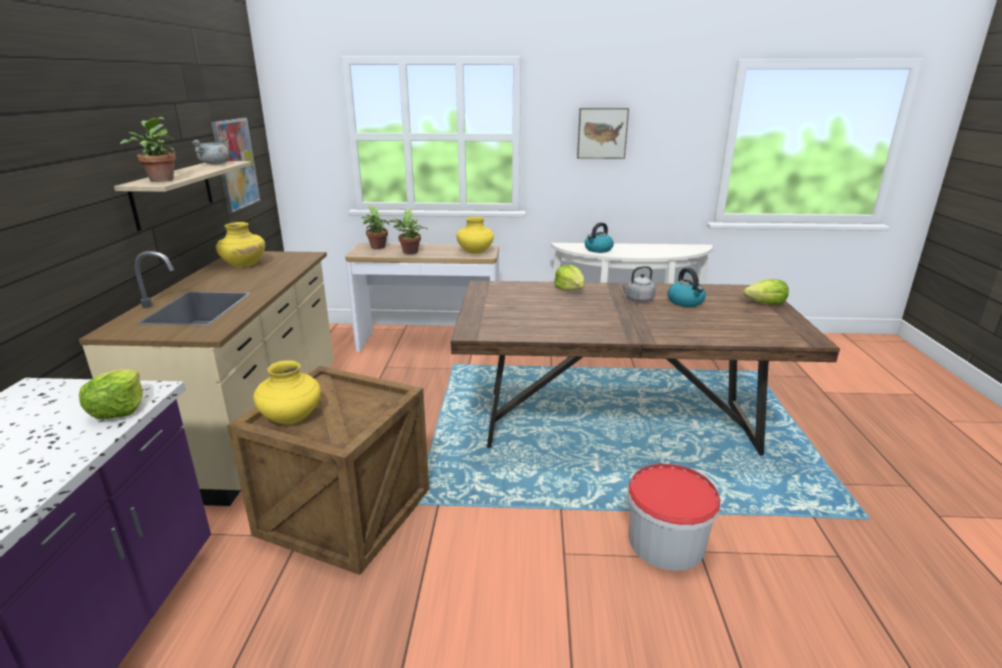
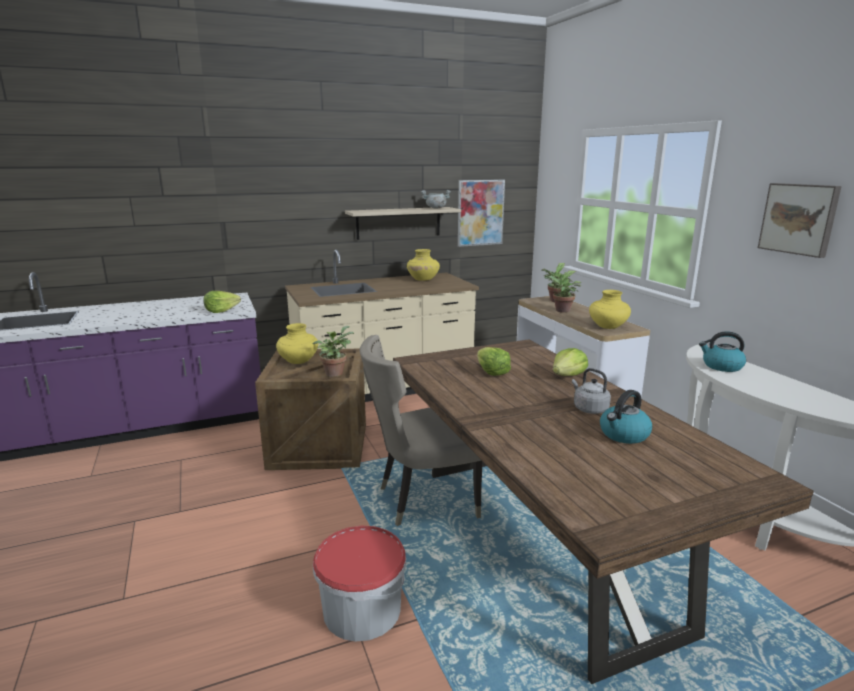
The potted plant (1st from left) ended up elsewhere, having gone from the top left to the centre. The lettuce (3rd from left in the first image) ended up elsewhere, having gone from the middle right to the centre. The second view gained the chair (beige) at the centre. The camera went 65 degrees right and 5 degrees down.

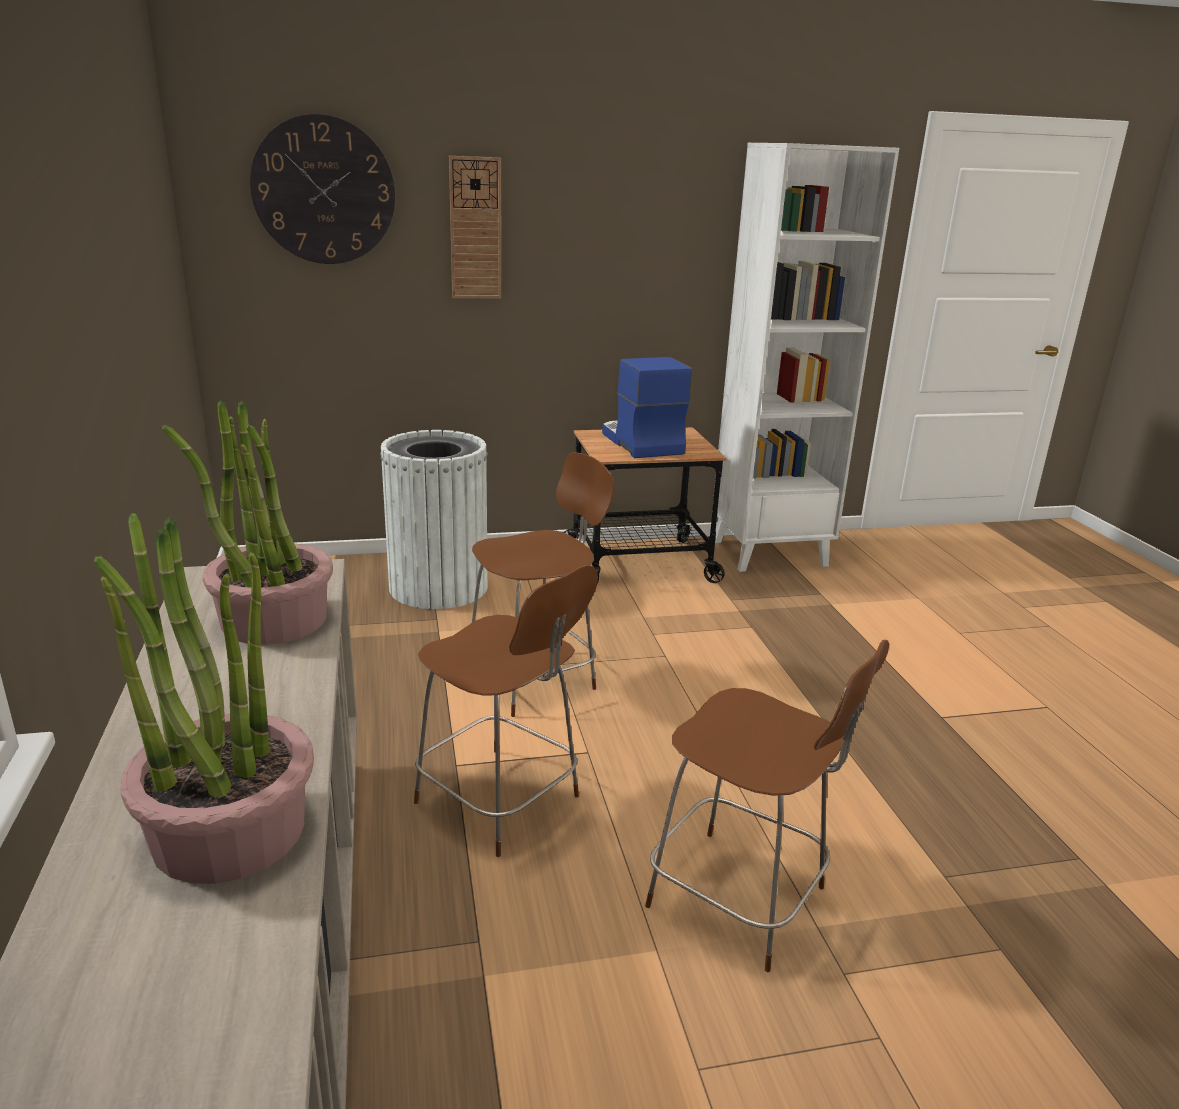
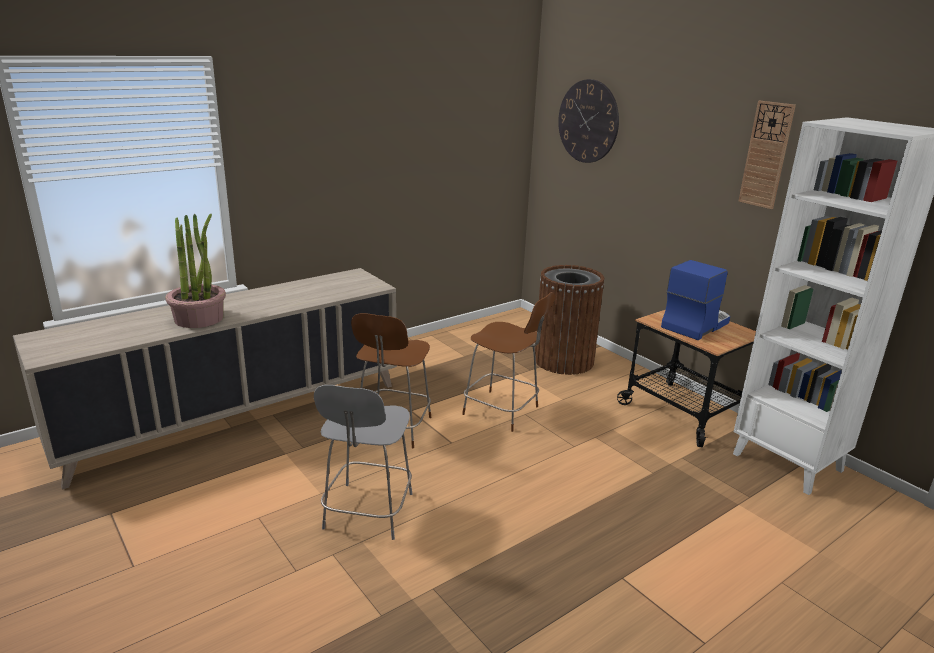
The wall clock (2nd from left) ended up elsewhere, having gone from the top centre to the top right. The second view lost the potted plant (2nd from left) at the middle left. What was the trash can (white) at the centre turned into the trash can (brown) at the centre. What was the stool (brown) (3rd from left) at the bottom centre turned into the stool (grey) at the bottom centre. The camera went 65 degrees right and 0 degrees up.

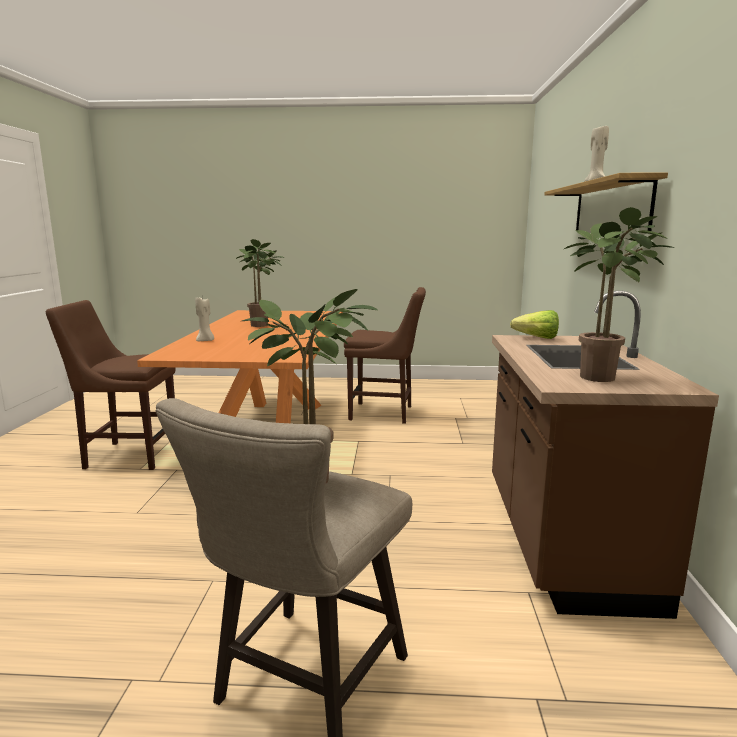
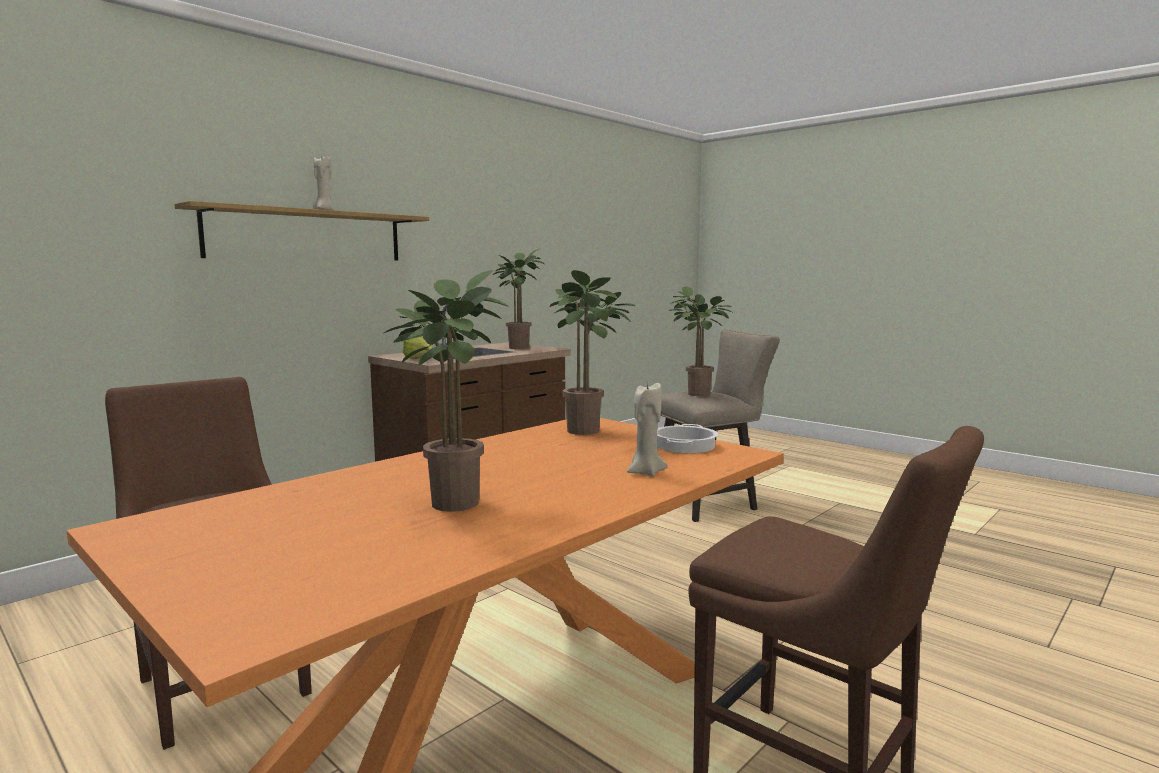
The second view gained the potted plant (3rd from left) at the centre. The second view gained the cooking pot at the centre. The camera went 140 degrees left and 5 degrees down.

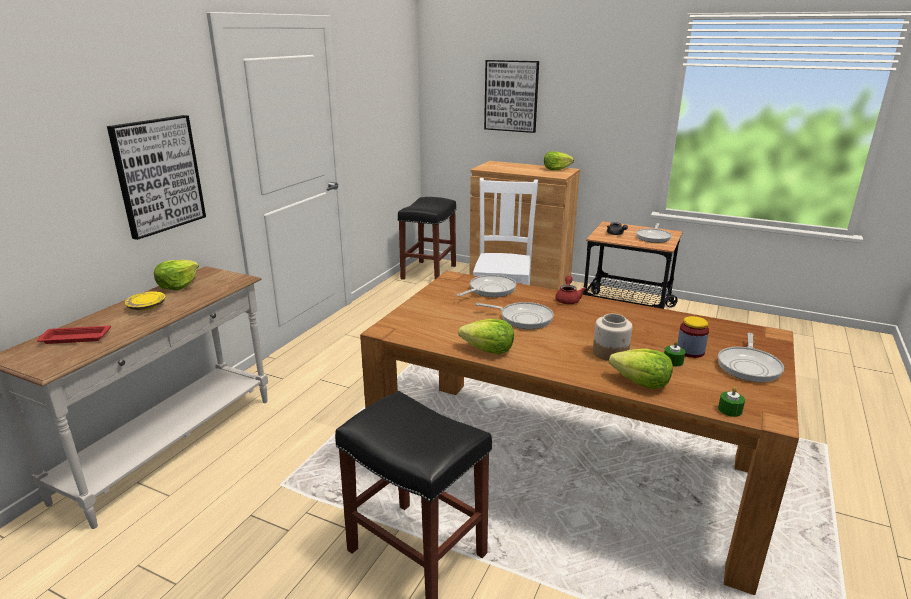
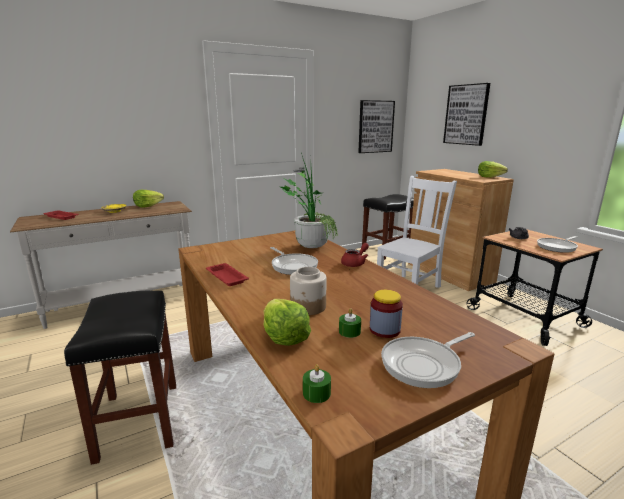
The picture (1st from left) ended up elsewhere, having gone from the top left to the top centre. Where the frying pan (1st from left) stood at the centre, the potted plant came to stand at the centre. Where the lettuce (2nd from left) stood at the centre, the tray (red) (2nd from left) came to stand at the centre. The camera went 35 degrees right and 5 degrees down.

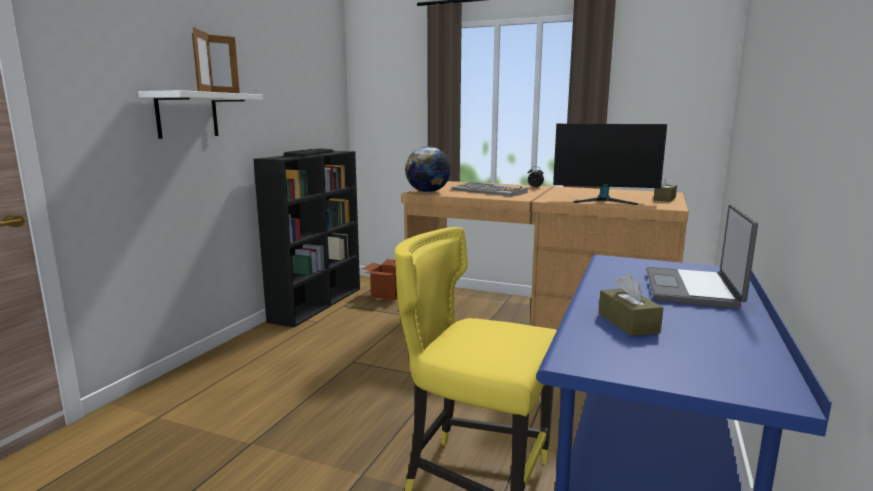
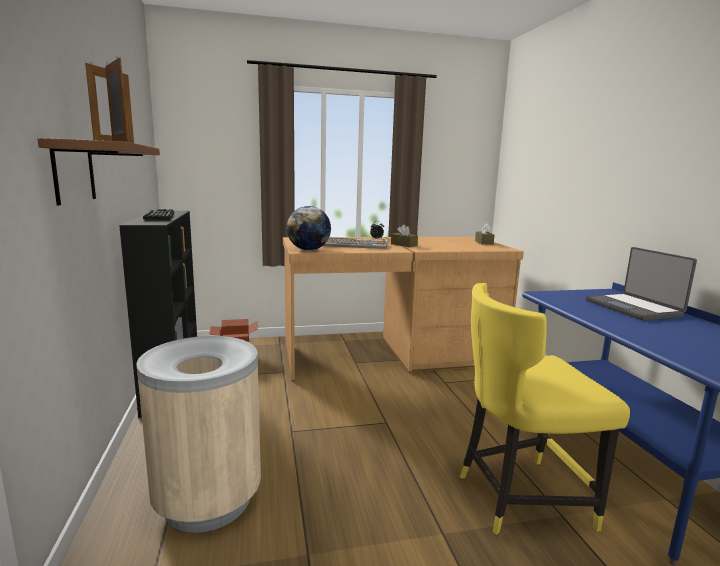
What was the shelf (white) at the top left turned into the shelf (brown) at the top left. The second view lost the monitor at the middle right. The tissue box (brown) (1st from left) ended up elsewhere, having gone from the middle right to the centre. The second view gained the trash can (beige) at the bottom left. The camera went 35 degrees left and 0 degrees up.

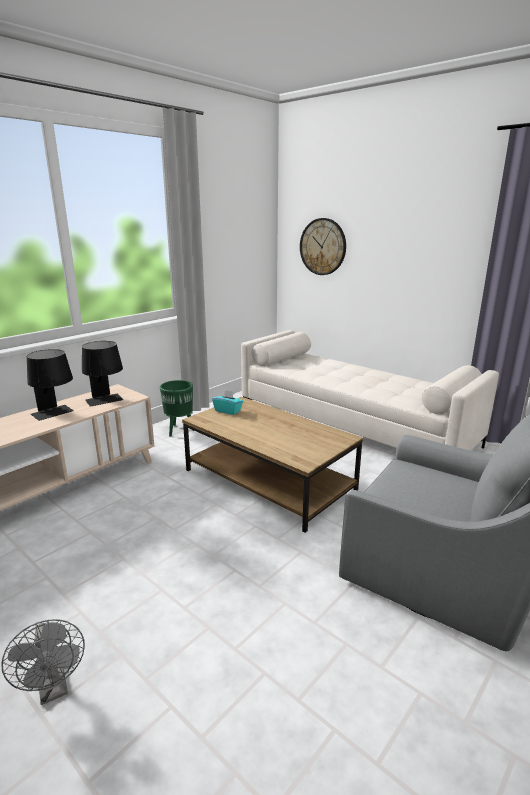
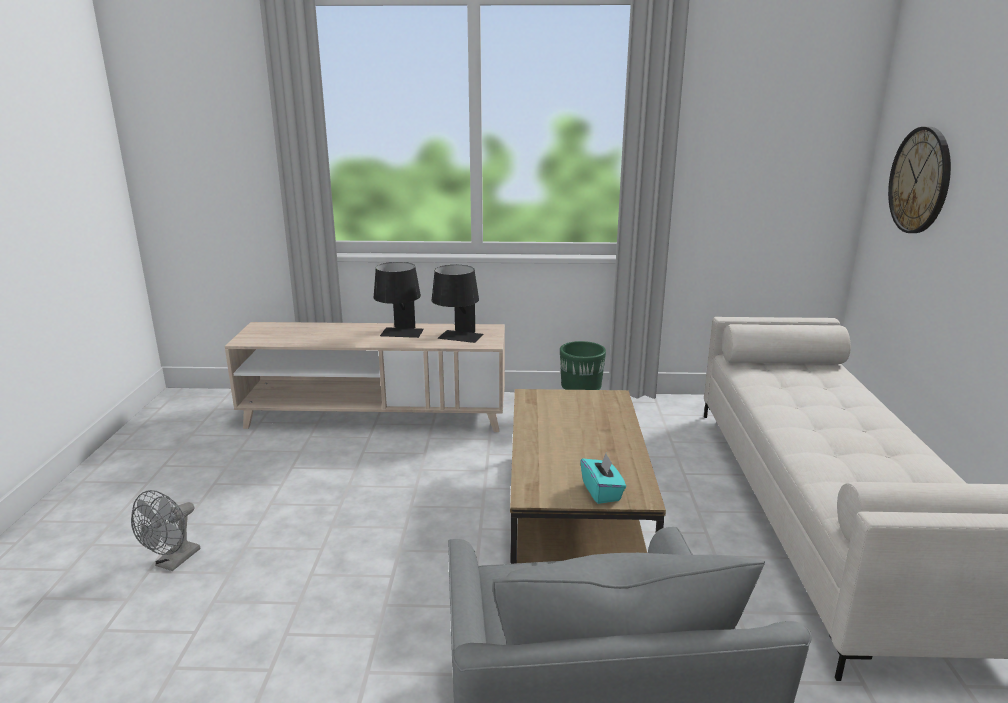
The tissue box (turquoise) ended up elsewhere, having gone from the centre to the bottom centre. The camera went 50 degrees right and 0 degrees up.

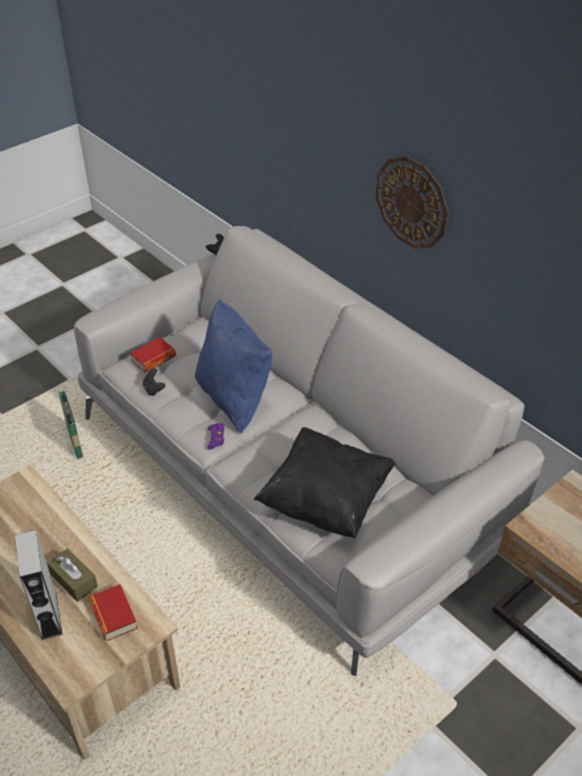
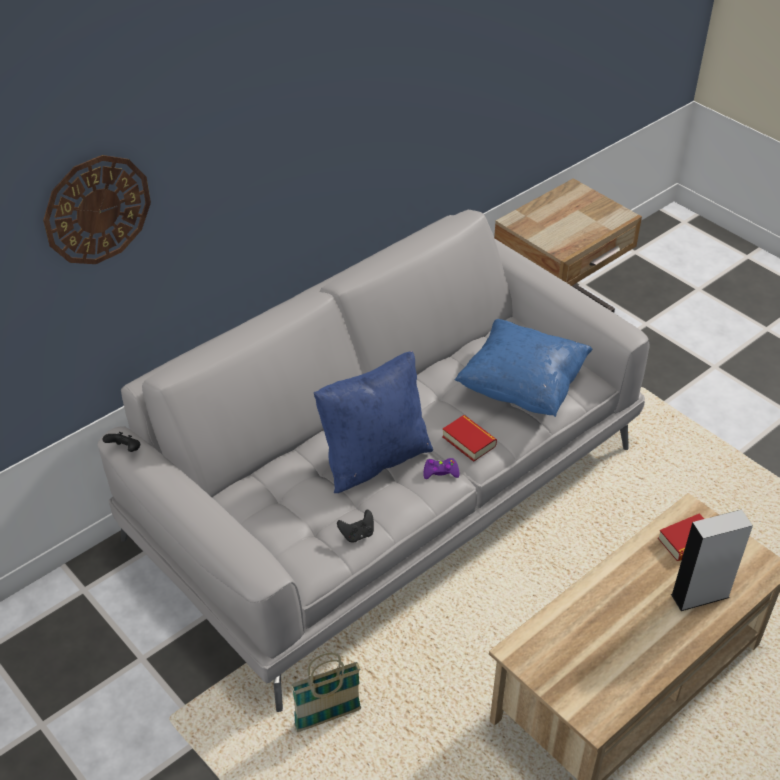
The wall clock ended up elsewhere, having gone from the top right to the top left. The book (2nd from left in the first image) ended up elsewhere, having gone from the middle left to the centre. What was the pillow (black) at the centre turned into the pillow (blue) (2nd from left) at the middle right. The second view lost the tissue box (brown) at the bottom left. The camera went 90 degrees left and 0 degrees up.

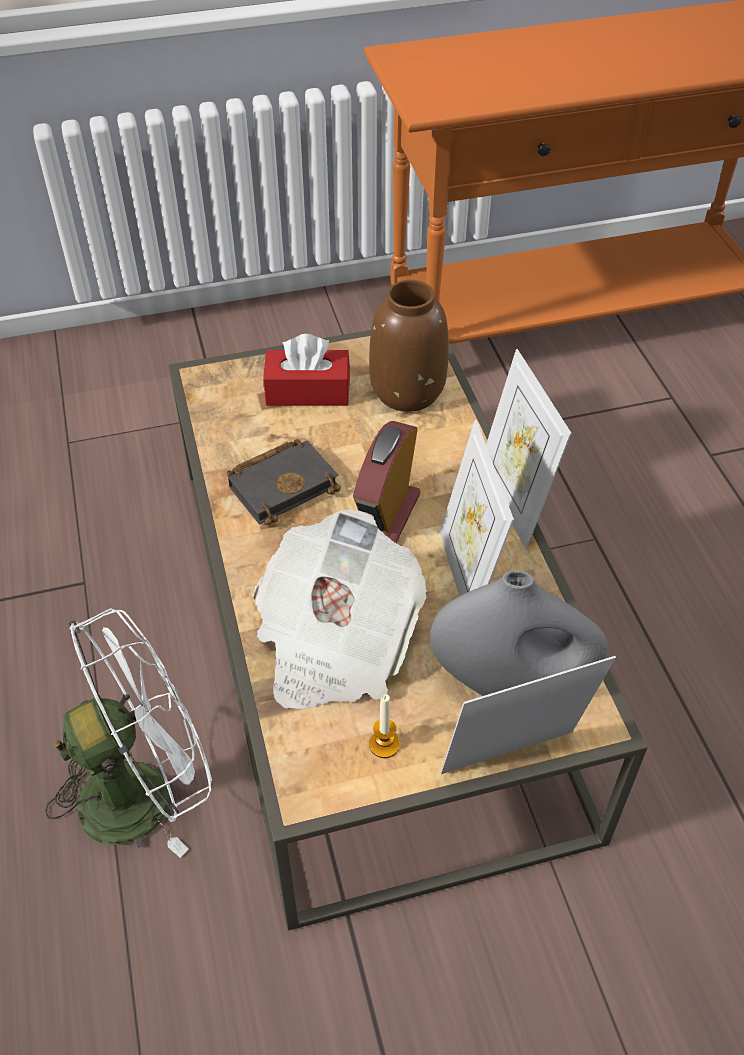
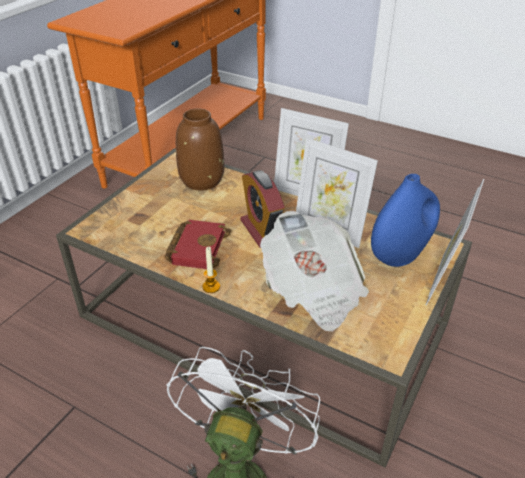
The second view lost the tissue box (red) at the centre. What was the book (black) at the centre turned into the book (red) at the centre. What was the vase (grey) at the middle right turned into the vase (blue) at the middle right. The candle ended up elsewhere, having gone from the bottom centre to the centre. The camera went 45 degrees left and 10 degrees down.

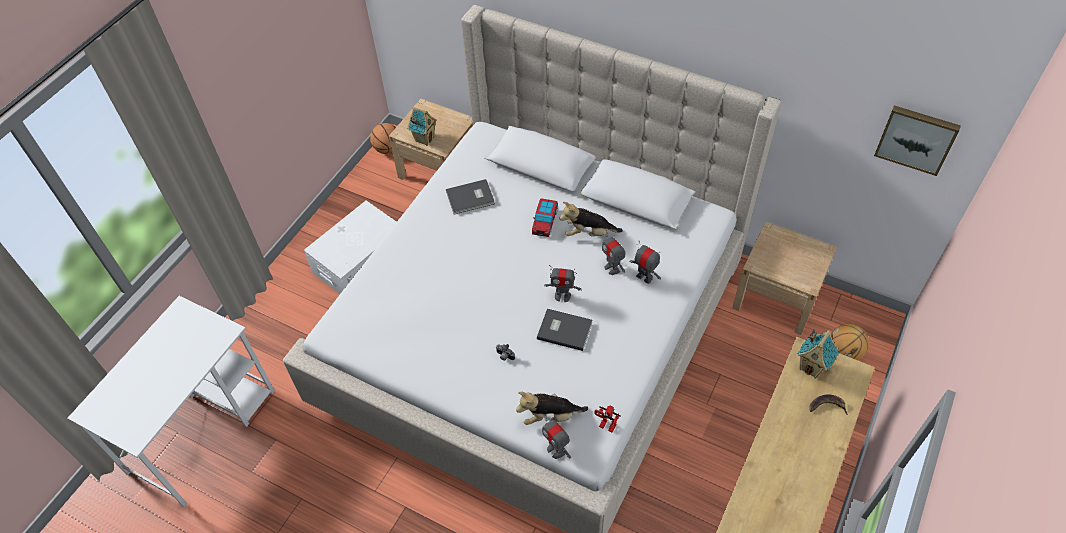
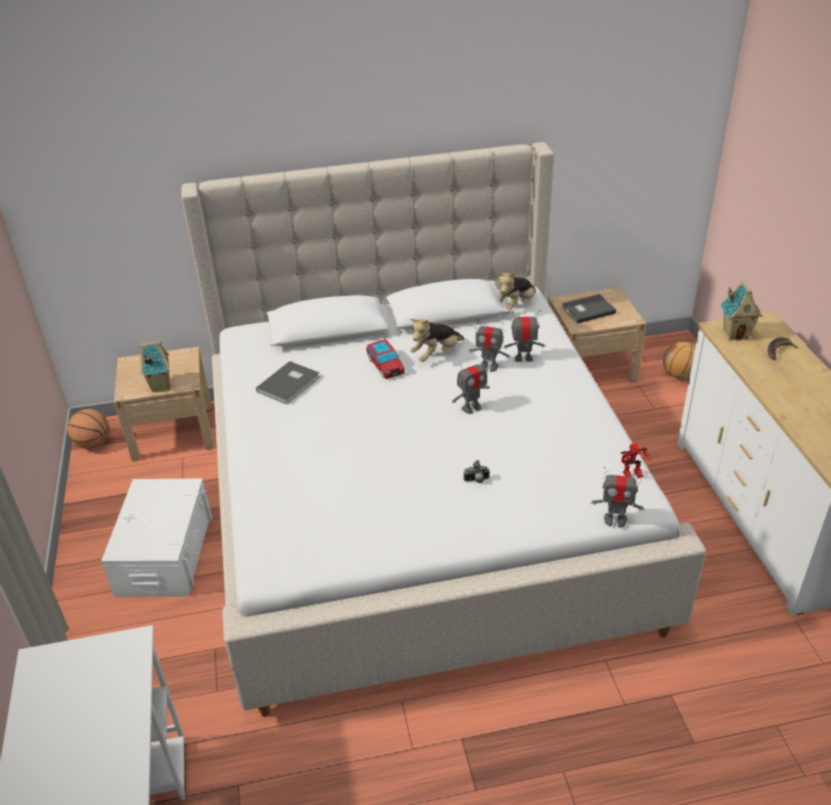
The second view lost the picture at the top right. The book (grey) (2nd from left) ended up elsewhere, having gone from the centre to the middle right. The plush toy (1st from left in the first image) ended up elsewhere, having gone from the bottom centre to the centre. The camera went 40 degrees left and 15 degrees down.

